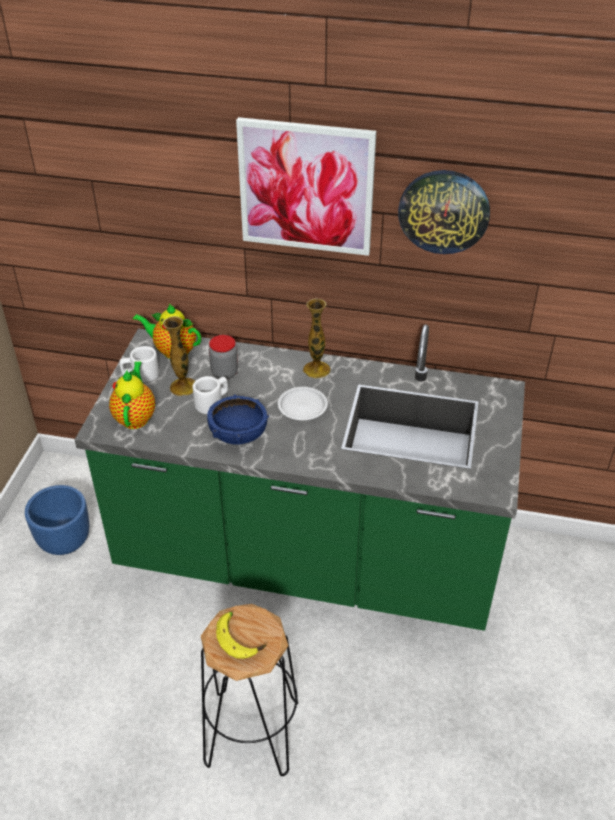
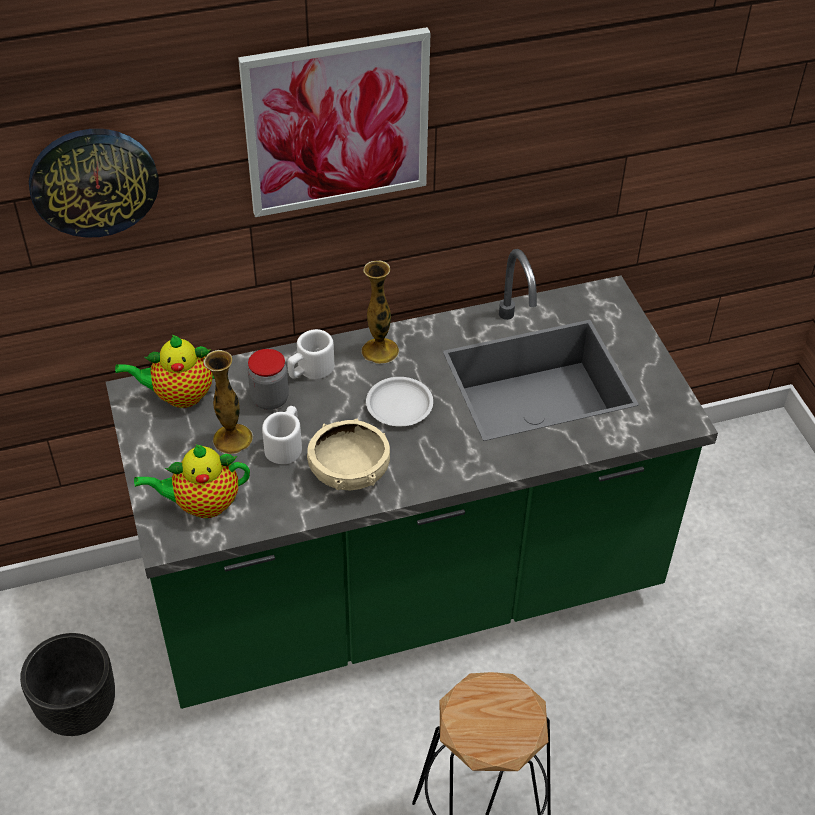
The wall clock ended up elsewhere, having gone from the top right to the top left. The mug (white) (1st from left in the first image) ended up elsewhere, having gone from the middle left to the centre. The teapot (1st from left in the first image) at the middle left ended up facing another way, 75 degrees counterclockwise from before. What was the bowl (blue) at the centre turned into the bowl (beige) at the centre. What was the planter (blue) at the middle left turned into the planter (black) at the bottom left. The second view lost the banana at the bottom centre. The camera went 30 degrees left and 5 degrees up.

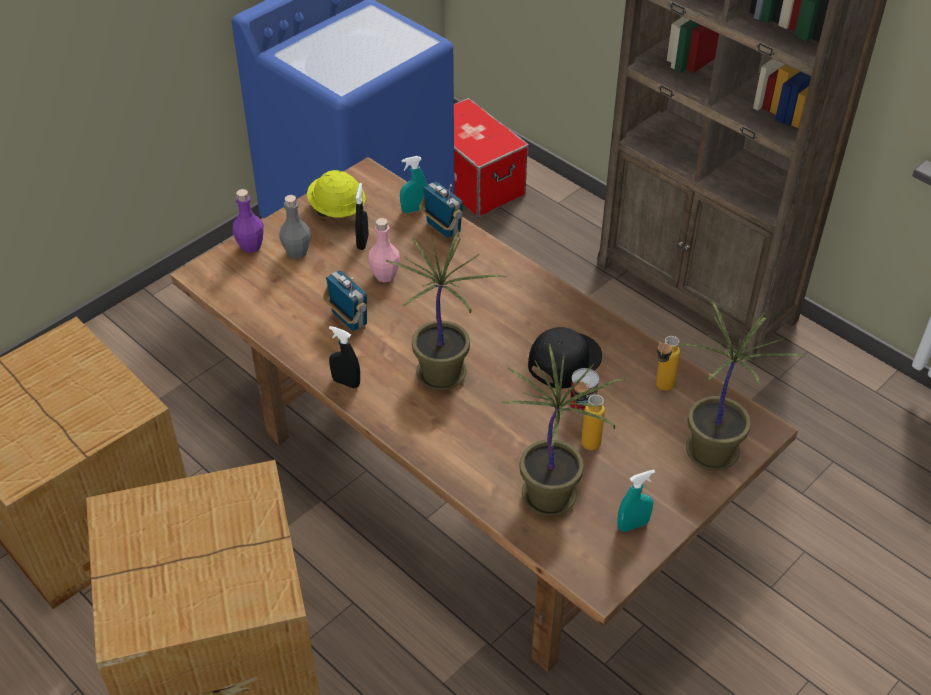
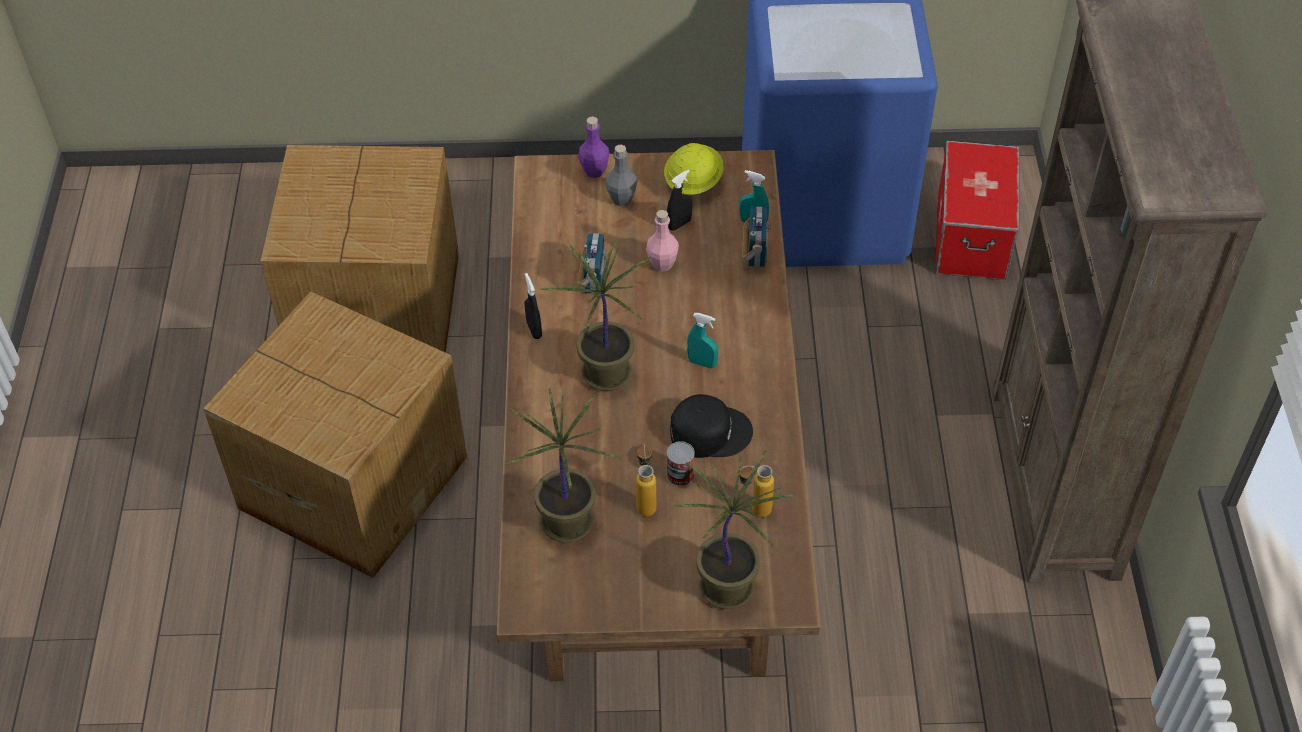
The spray bottle (turquoise) (2nd from left in the first image) ended up elsewhere, having gone from the bottom right to the centre. The camera went 45 degrees right and 5 degrees up.

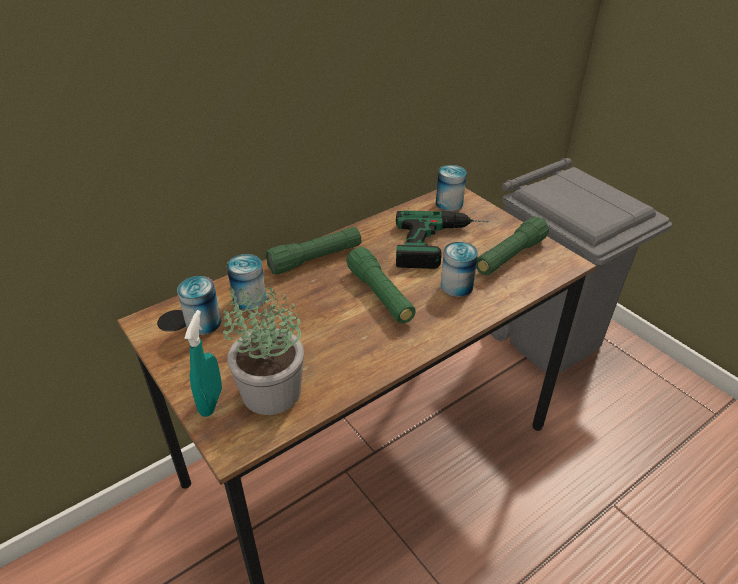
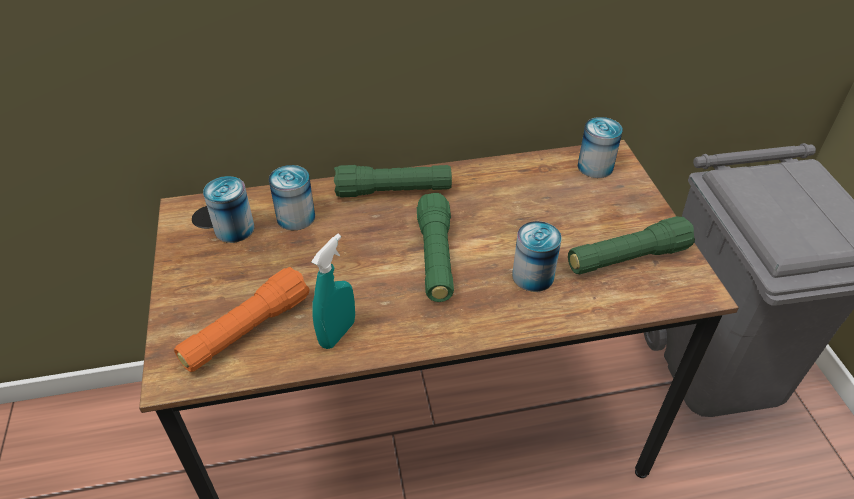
The second view lost the power drill at the centre. Where the potted plant stood at the centre, the flashlight (orange) came to stand at the middle left. The spray bottle (turquoise) ended up elsewhere, having gone from the middle left to the centre. The camera went 25 degrees right and 5 degrees up.

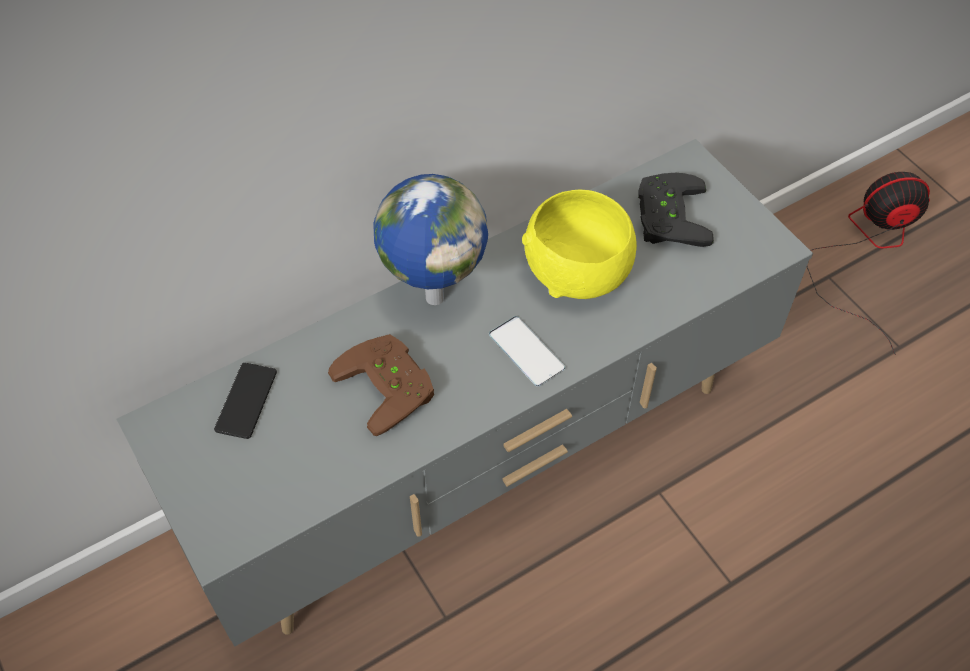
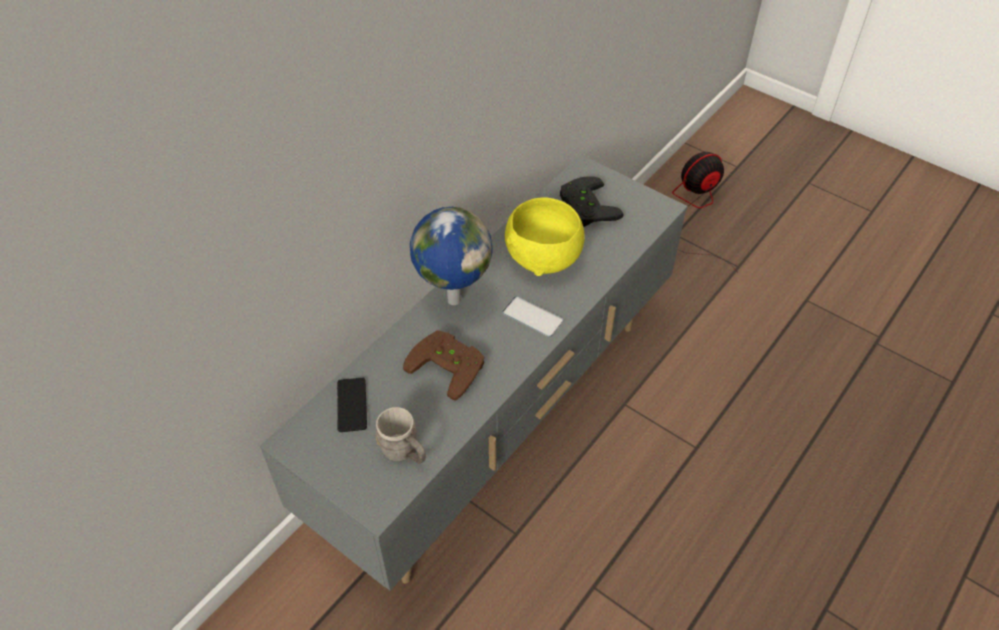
The second view gained the mug (grey) at the bottom centre. The camera went 20 degrees left and 5 degrees down.

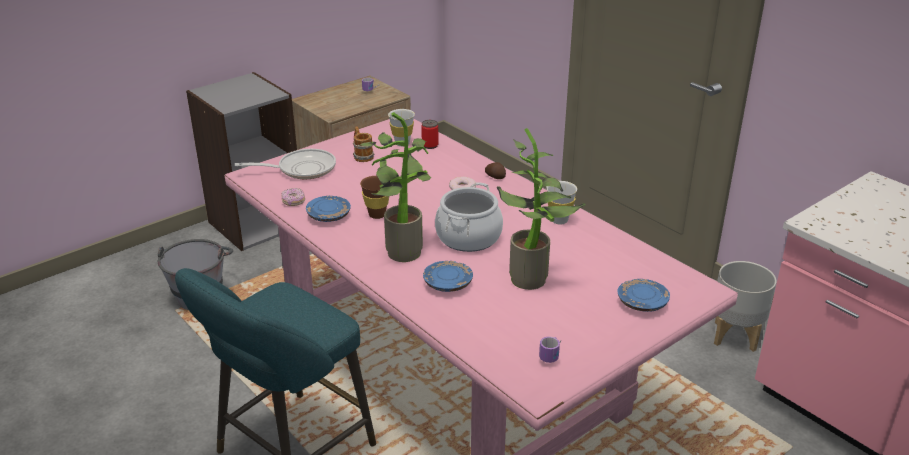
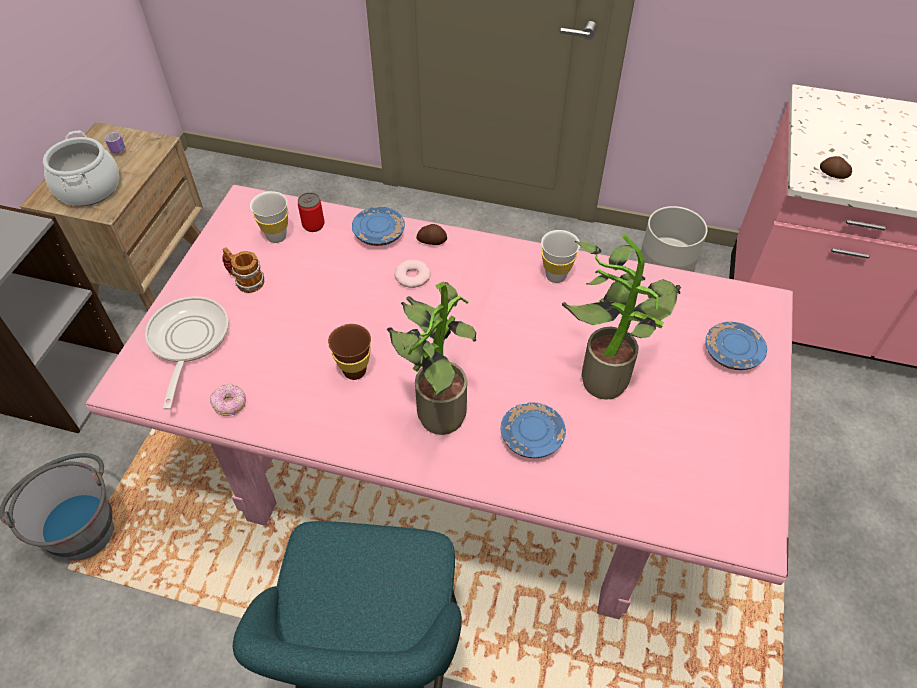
The frying pan at the middle left ended up facing another way, 45 degrees counterclockwise from before. The cooking pot ended up elsewhere, having gone from the centre to the top left. The plate (blue) (1st from left) ended up elsewhere, having gone from the centre to the top centre. The second view lost the mug (3rd from left) at the bottom centre. The second view gained the potato (2nd from left) at the top right. The camera went 35 degrees left and 20 degrees up.

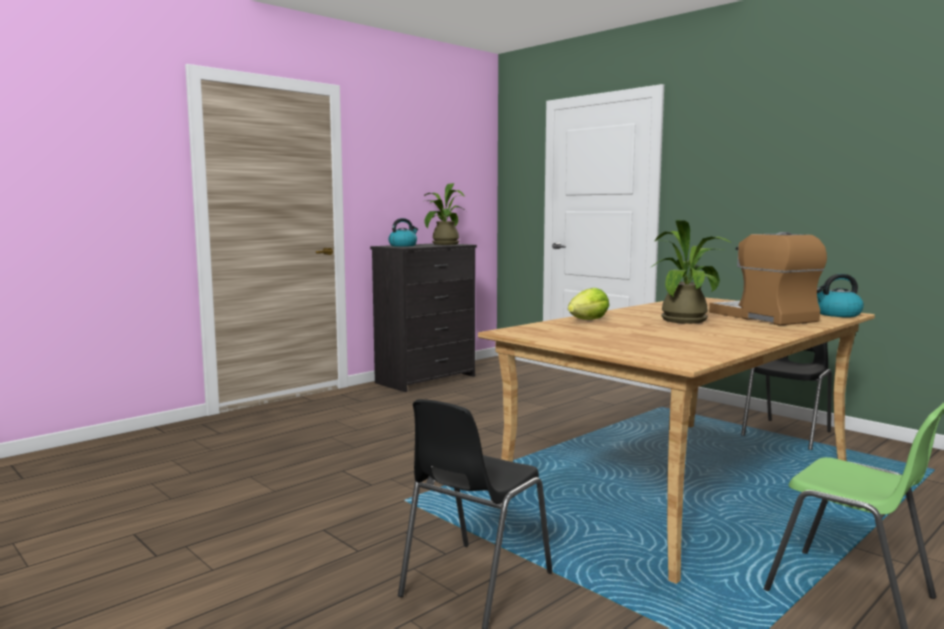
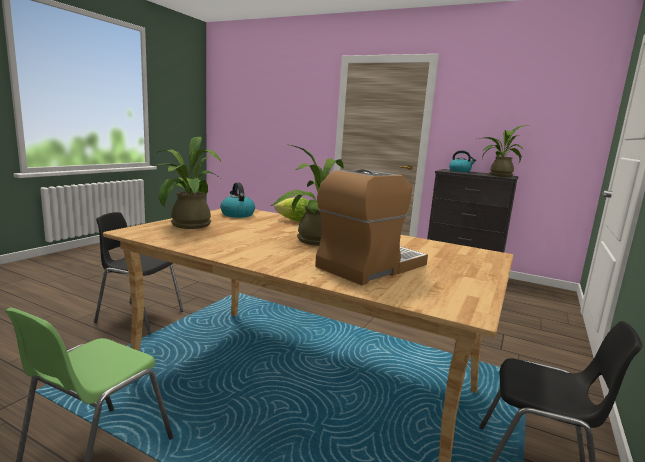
The kettle (2nd from left in the first image) ended up elsewhere, having gone from the middle right to the centre. The second view gained the potted plant (1st from left) at the middle left. The camera went 70 degrees right and 5 degrees up.

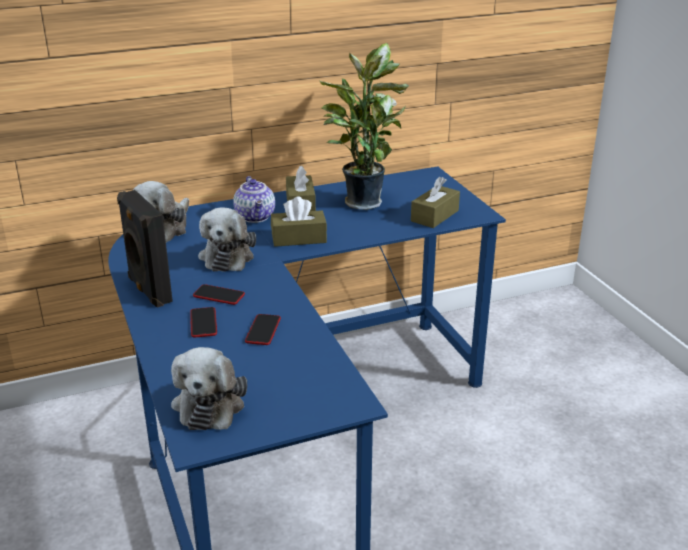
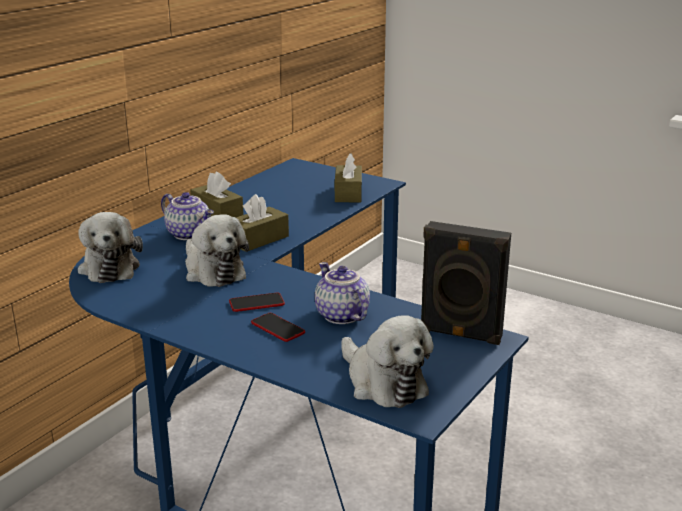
The second view lost the potted plant at the top centre. The speaker (black) ended up elsewhere, having gone from the middle left to the middle right. Where the phone (3rd from left) stood at the centre, the teapot (2nd from left) came to stand at the centre. The camera went 35 degrees left and 5 degrees down.

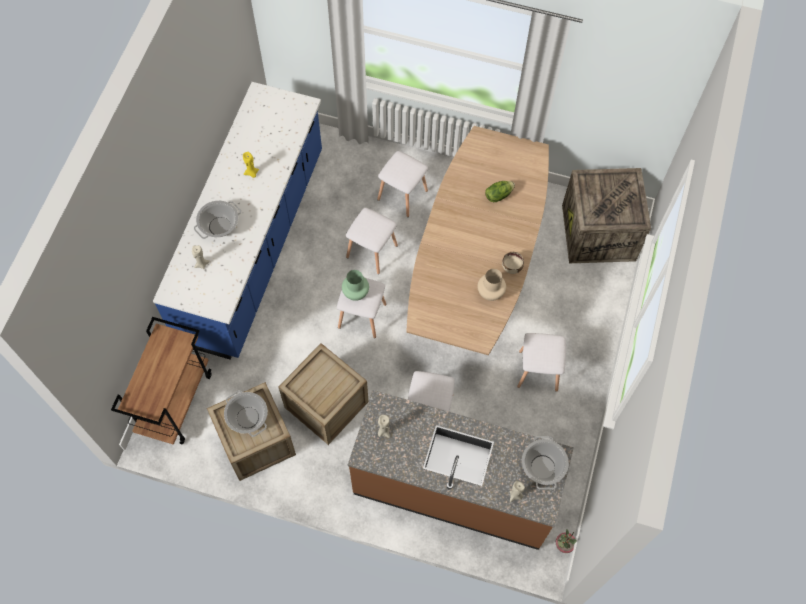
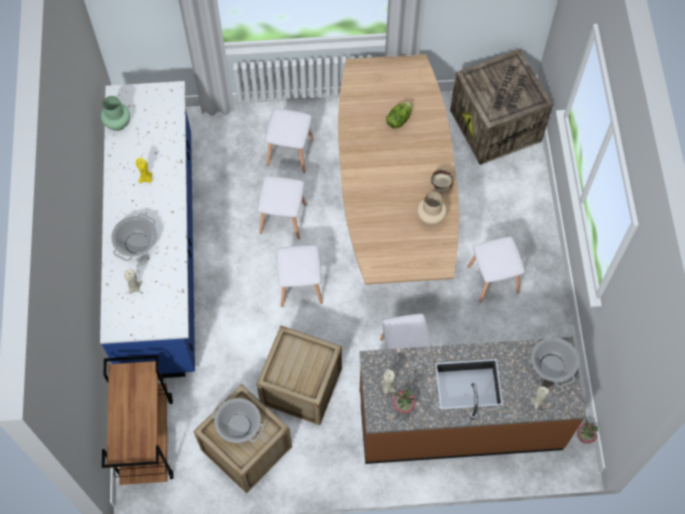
The vase (green) ended up elsewhere, having gone from the centre to the top left. The second view gained the potted plant (1st from left) at the bottom centre. The camera went 20 degrees left and 0 degrees up.

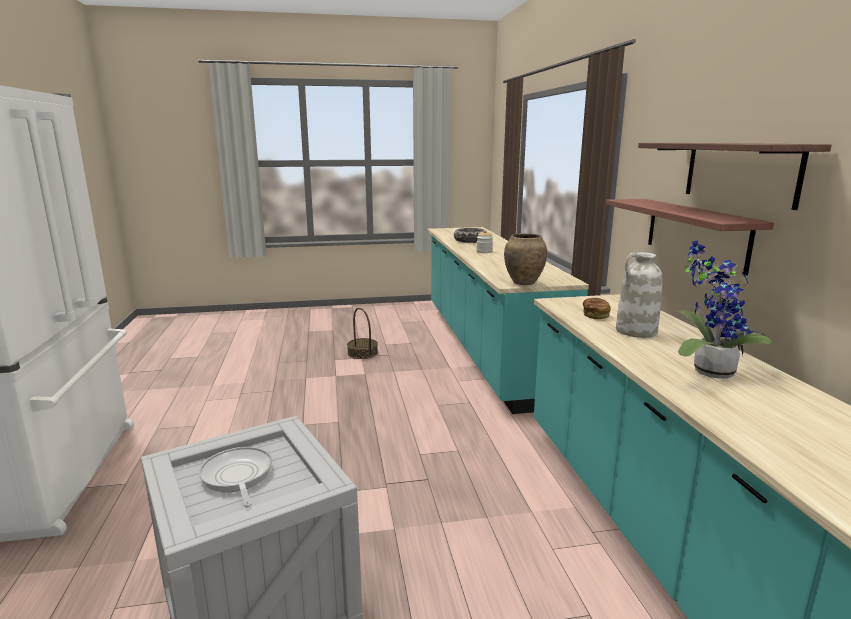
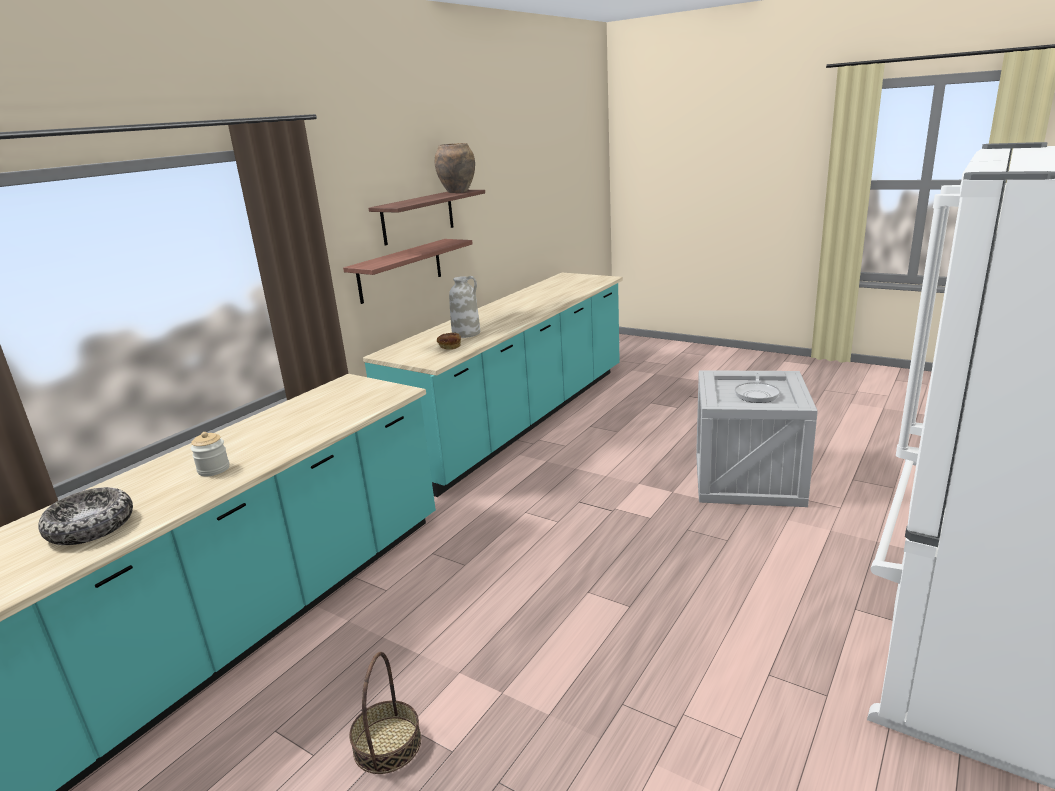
The vase (brown) ended up elsewhere, having gone from the centre to the top centre. The second view lost the potted plant at the middle right. The camera went 135 degrees left and 5 degrees up.

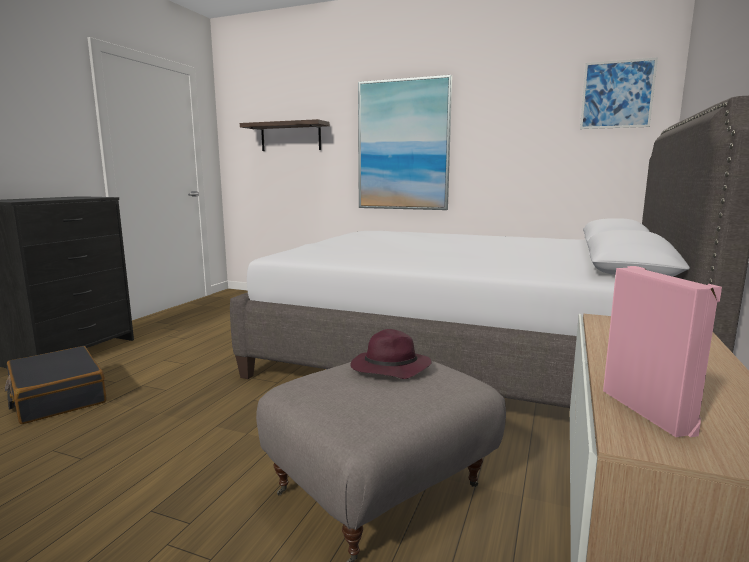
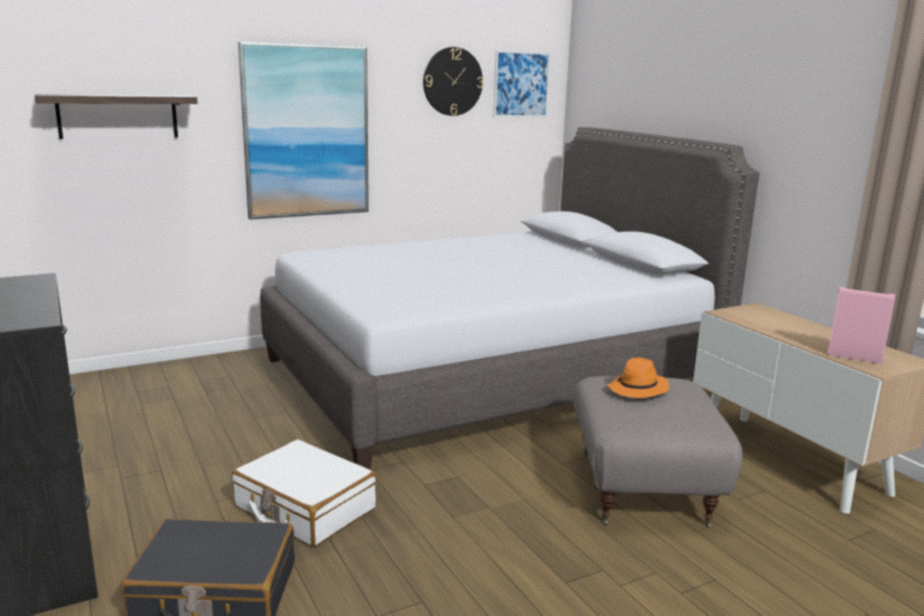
What was the hat (purple) at the centre turned into the hat (orange) at the middle right. The second view gained the wall clock at the top centre. The second view gained the suitcase (white) at the bottom left. The camera went 50 degrees left and 5 degrees up.

